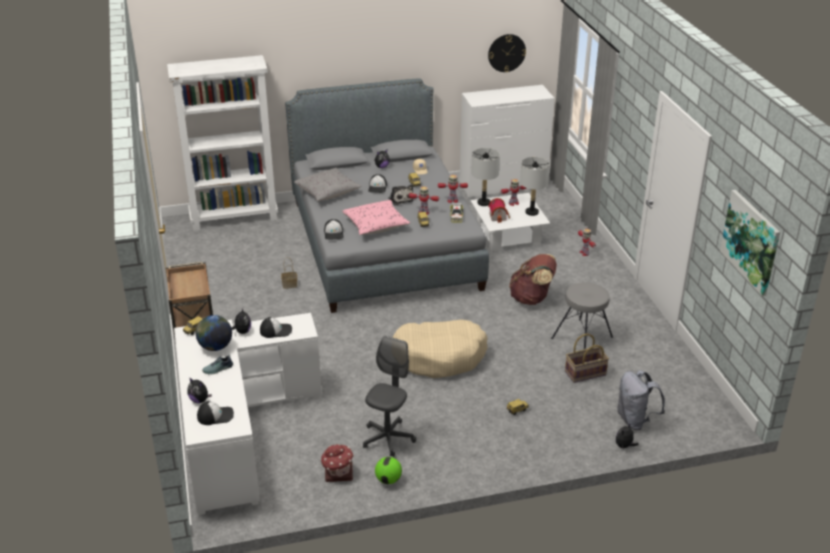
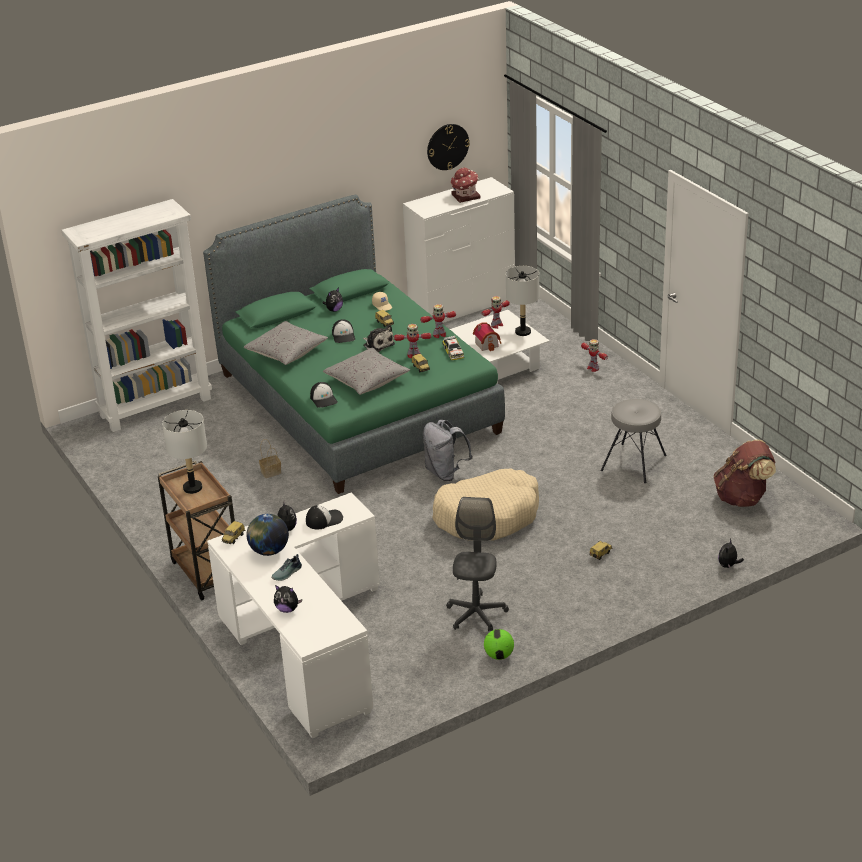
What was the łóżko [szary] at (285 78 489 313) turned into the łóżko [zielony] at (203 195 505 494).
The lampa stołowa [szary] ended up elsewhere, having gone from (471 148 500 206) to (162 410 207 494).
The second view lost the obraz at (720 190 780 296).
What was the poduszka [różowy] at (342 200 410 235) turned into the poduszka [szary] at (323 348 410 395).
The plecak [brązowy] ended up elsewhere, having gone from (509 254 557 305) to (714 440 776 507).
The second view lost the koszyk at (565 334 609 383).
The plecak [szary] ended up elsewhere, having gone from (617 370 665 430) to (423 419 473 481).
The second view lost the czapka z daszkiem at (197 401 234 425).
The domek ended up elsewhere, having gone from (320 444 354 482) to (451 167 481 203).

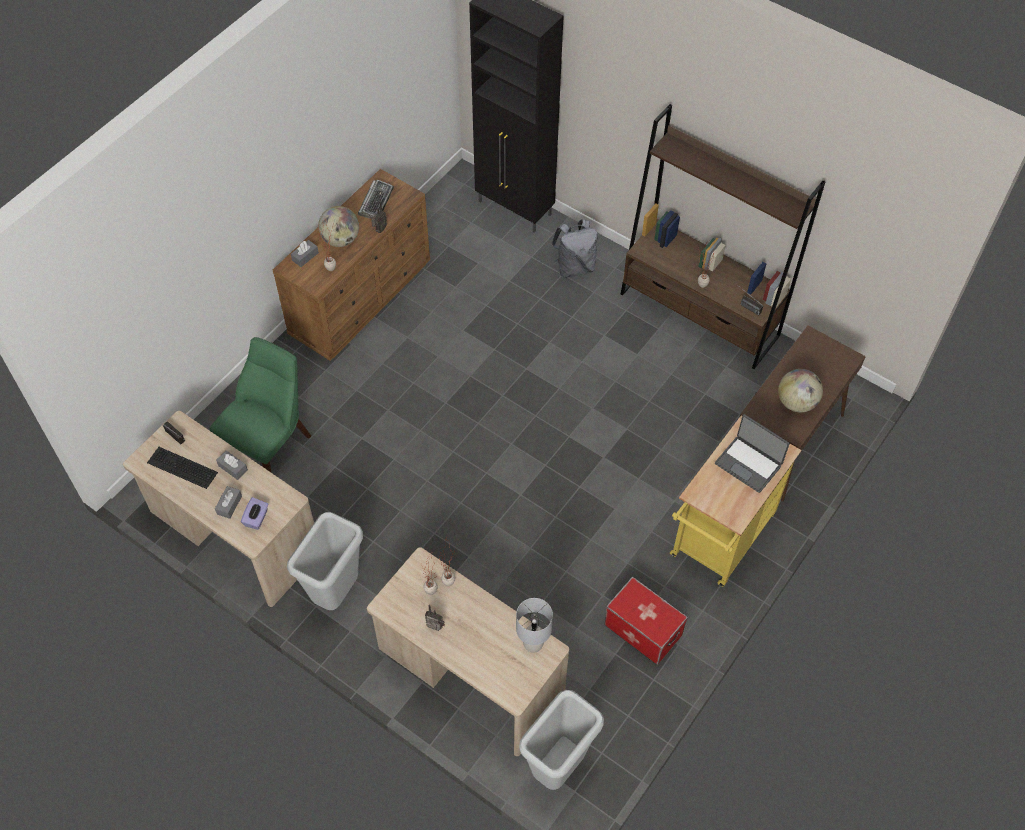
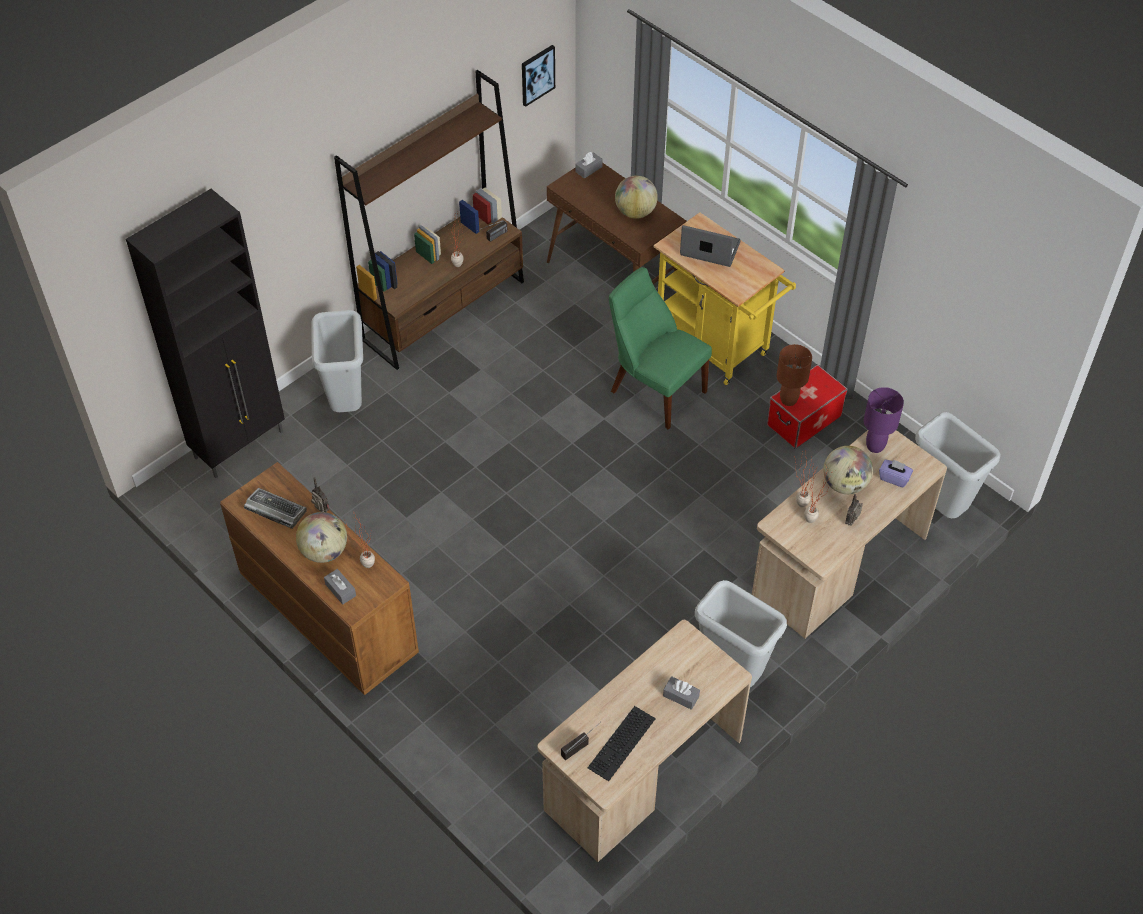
Where the plecak [szary] stood at (551 219 598 278), the kosz na śmieci [szary] came to stand at (311 310 363 412).
The krzesło [zielony] ended up elsewhere, having gone from (209 337 311 472) to (609 267 712 430).
The laptop at (715 414 790 493) ended up facing another way, 120 degrees counterclockwise from before.
The pudełko chusteczek [szary] ended up elsewhere, having gone from (216 450 248 480) to (575 152 603 179).
The pudełko chusteczek [fioletowy] ended up elsewhere, having gone from (241 497 268 530) to (879 459 913 487).
What was the lampa stołowa [szary] at (516 598 553 653) turned into the lampa stołowa [fioletowy] at (864 387 904 453).
The second view gained the obraz at (522 45 555 107).
The second view gained the lampa stołowa [brązowy] at (777 344 812 406).
The second view gained the globus at (823 446 873 494).

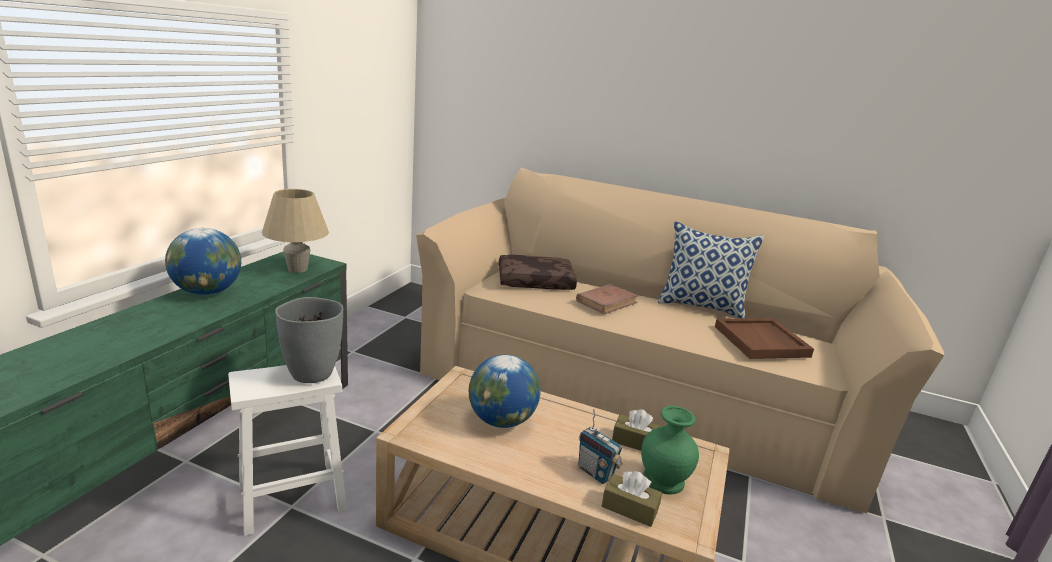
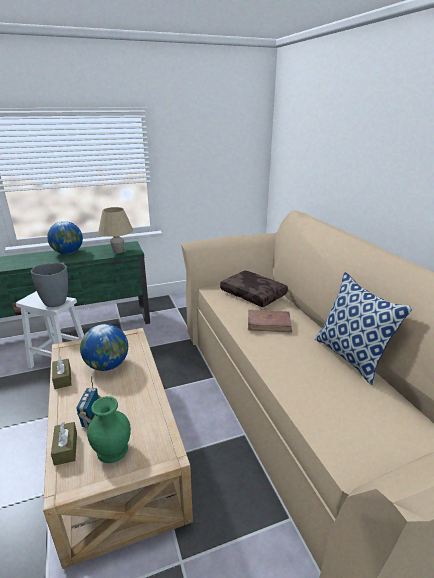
The second view lost the taca [brązowy] at (715 318 814 359).
The pudełko chusteczek [brązowy] ended up elsewhere, having gone from (612 409 662 451) to (52 357 71 389).

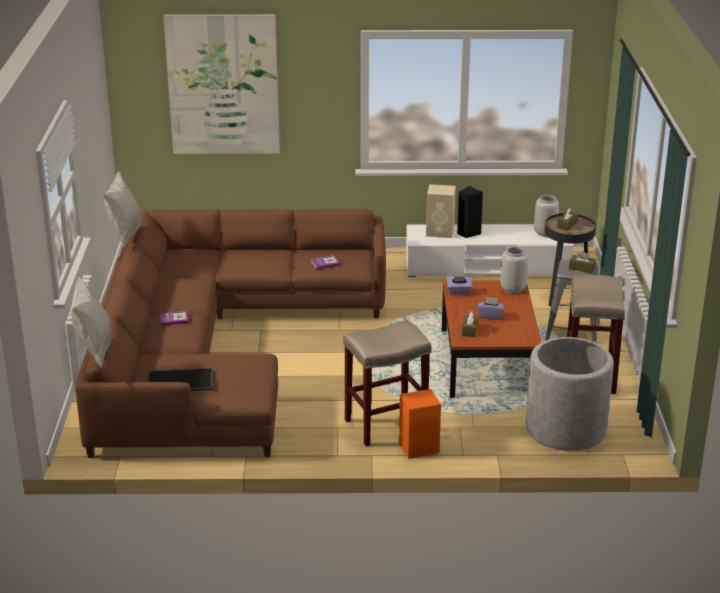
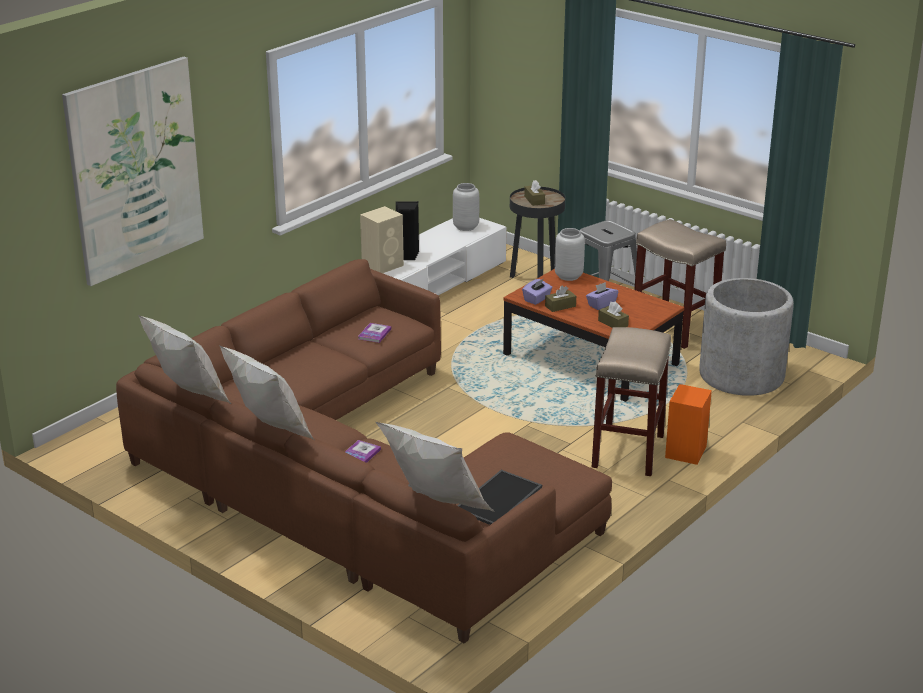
The pudełko chusteczek [brązowy] ended up elsewhere, having gone from (569 251 596 274) to (545 286 576 312).
The second view gained the poduszka [biały] at (219 345 314 440).

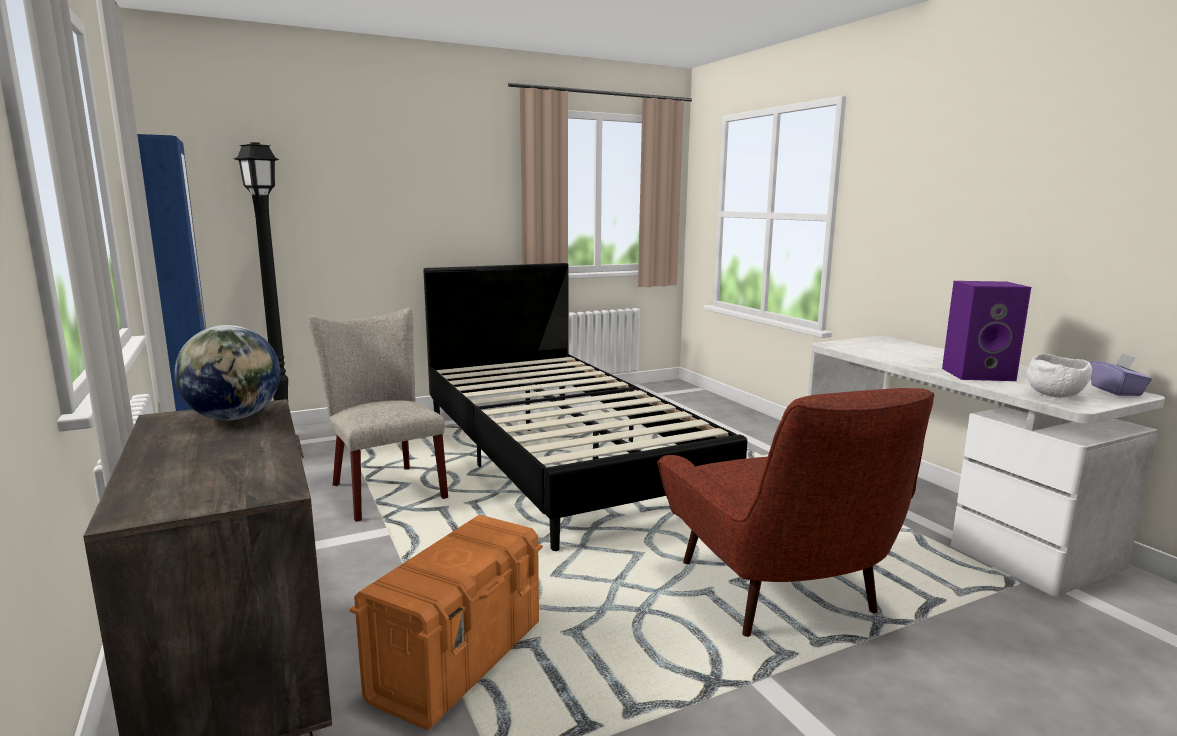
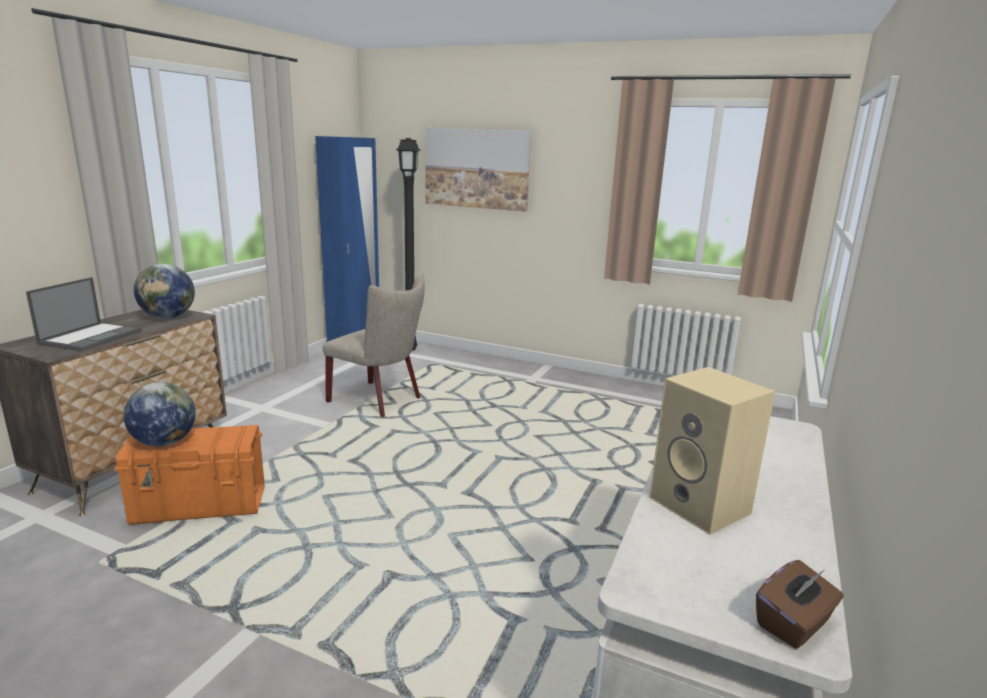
The second view lost the łóżko [czarny] at (423 263 747 551).
What was the głośnik [fioletowy] at (942 281 1031 381) turned into the głośnik [beżowy] at (649 367 775 535).
The krzesło [beżowy] at (308 308 448 522) ended up facing another way, 105 degrees clockwise from before.
What was the pudełko chusteczek [fioletowy] at (1090 353 1152 396) turned into the pudełko chusteczek [brązowy] at (756 560 844 649).
The second view lost the miska [biały] at (1027 354 1092 398).
The second view lost the fotel [czerwony] at (657 388 934 637).
The second view gained the obraz at (425 128 531 212).
The second view gained the laptop at (26 277 142 351).
The second view gained the globus at (124 382 196 447).

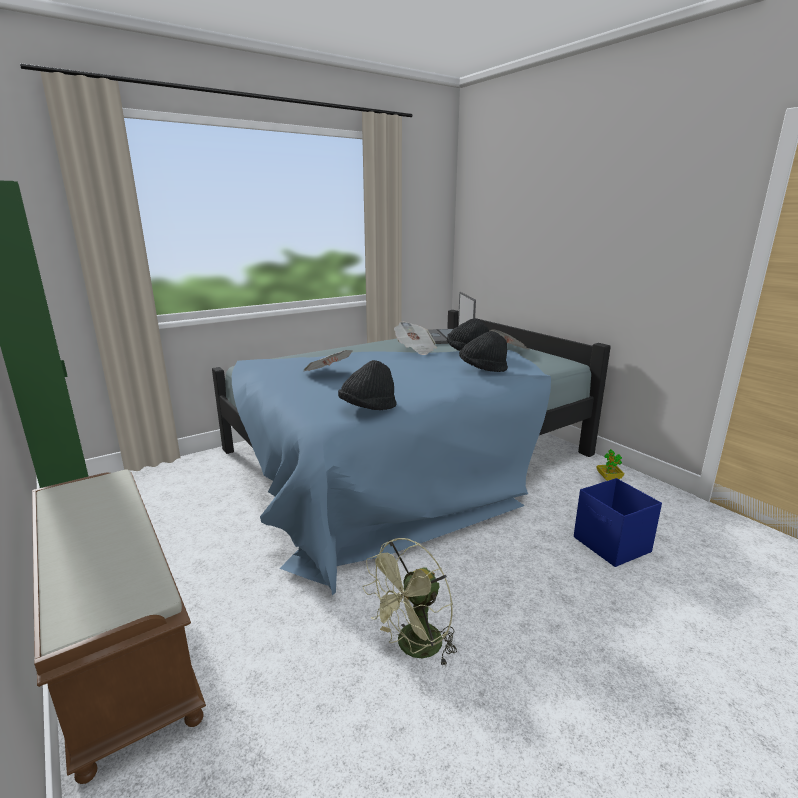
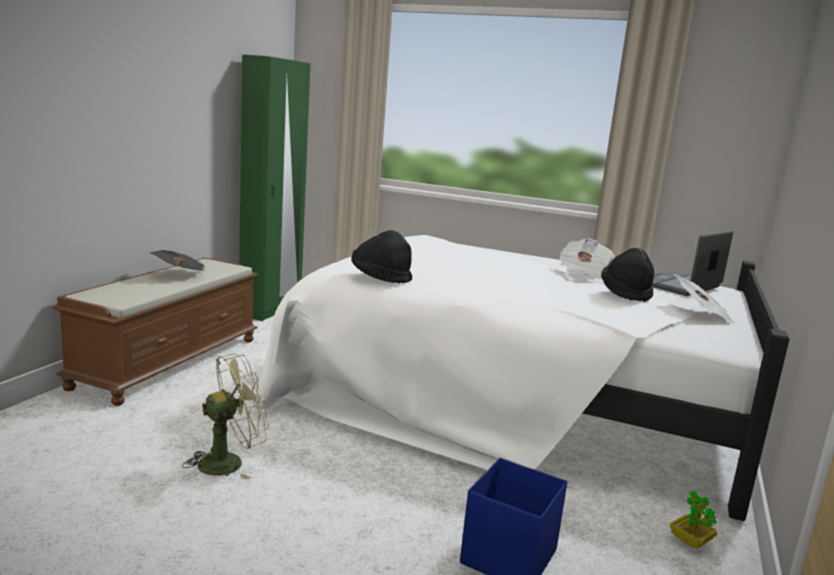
What was the łóżko [niebieski] at (212 310 611 596) turned into the łóżko [biały] at (255 235 790 521).
The second view lost the kapelusz [czarny] at (459 331 508 372).
The gazeta ended up elsewhere, having gone from (304 350 353 371) to (150 250 205 271).
The wentylator [zielony] at (363 538 457 666) ended up facing another way, 135 degrees clockwise from before.

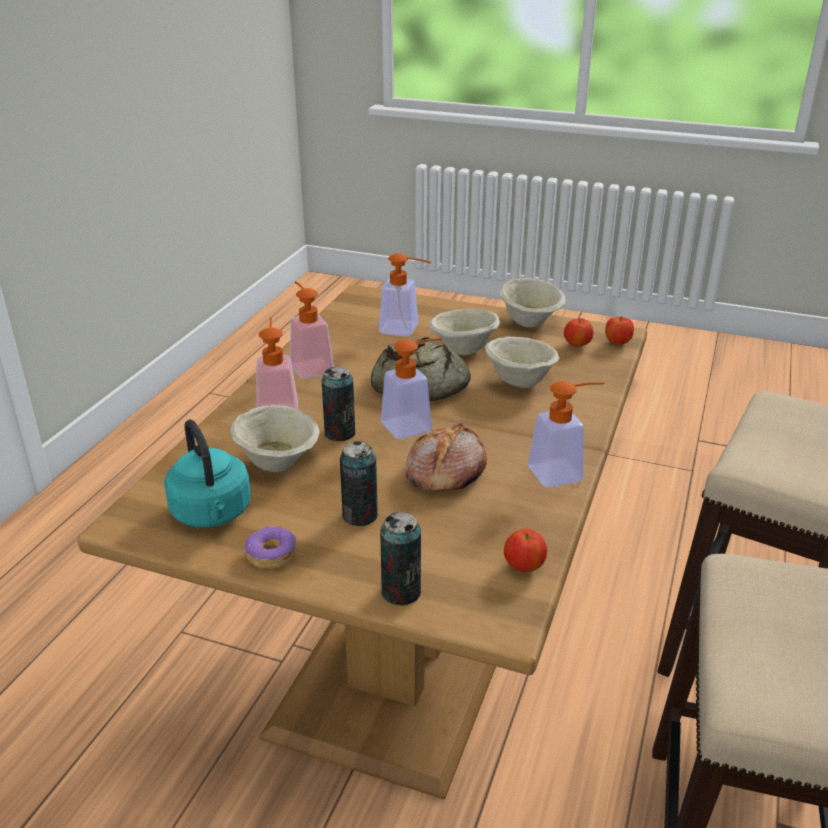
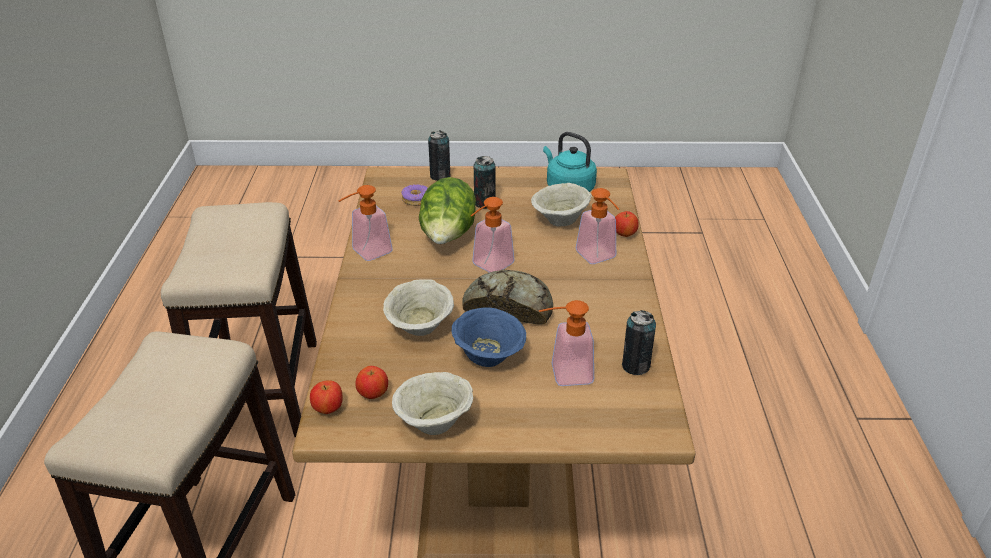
The second view lost the dozownik mydła at (290 281 334 379).
What was the miska [beżowy] at (429 308 500 355) turned into the miska [niebieski] at (451 307 526 367).
The puszka ended up elsewhere, having gone from (322 366 355 441) to (622 310 656 375).
Where the chleb stood at (405 423 487 491), the sałata came to stand at (419 177 476 244).
The donut ended up elsewhere, having gone from (245 526 296 569) to (401 184 428 206).
The jabłko ended up elsewhere, having gone from (504 528 547 572) to (615 211 639 237).

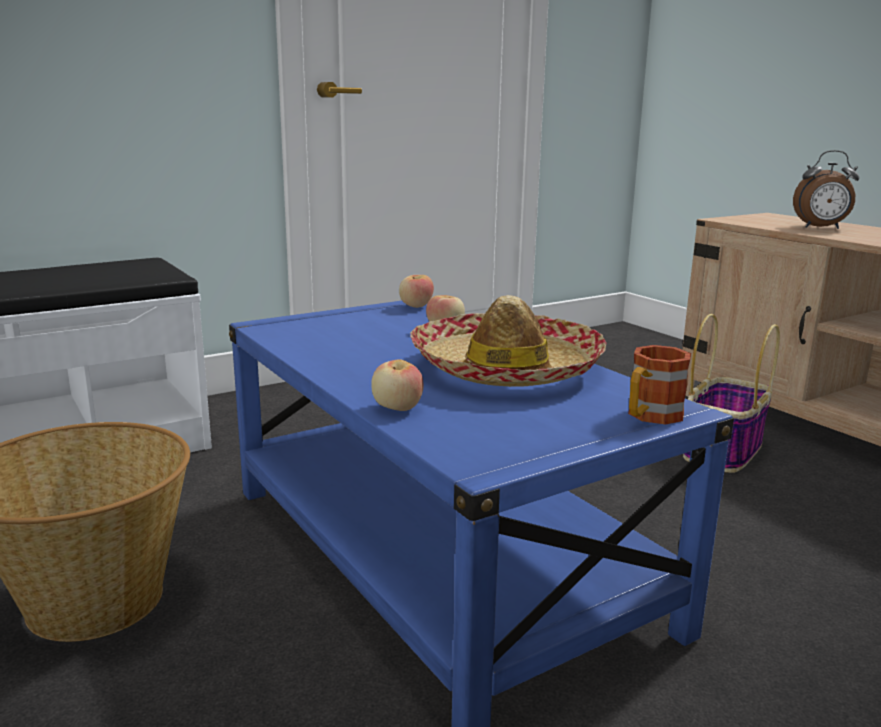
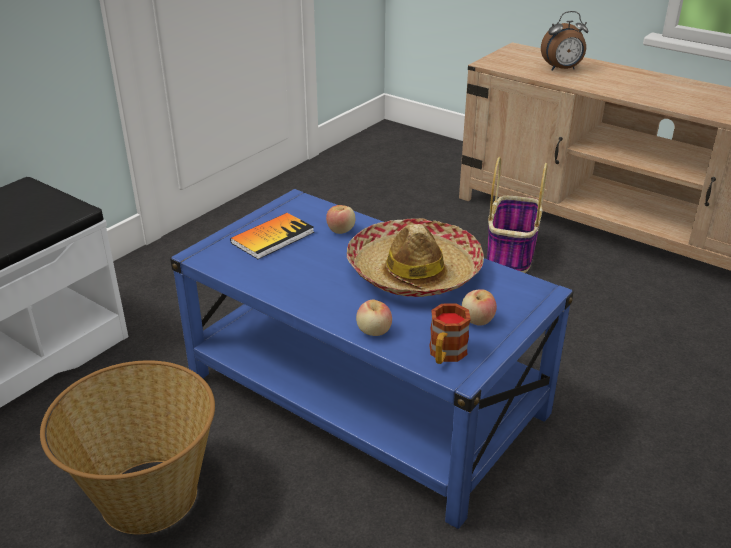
The jabłko ended up elsewhere, having gone from (399 275 434 308) to (462 289 497 326).
The kubek ended up elsewhere, having gone from (628 345 691 425) to (429 304 471 364).
The second view gained the książka at (230 213 314 259).

